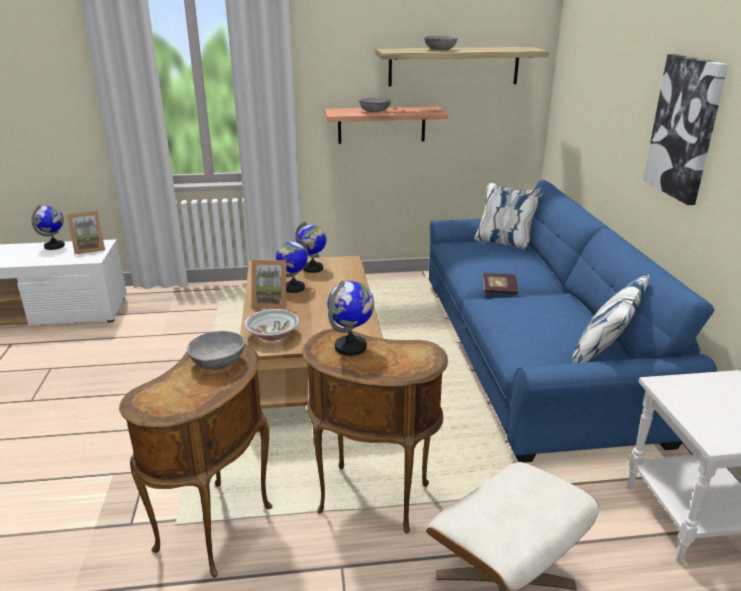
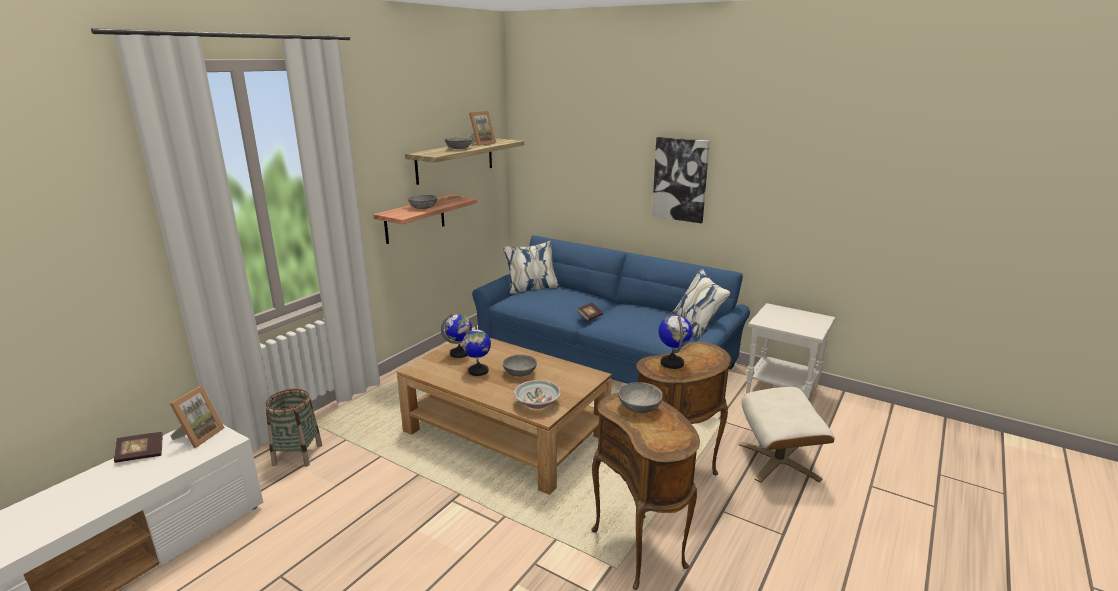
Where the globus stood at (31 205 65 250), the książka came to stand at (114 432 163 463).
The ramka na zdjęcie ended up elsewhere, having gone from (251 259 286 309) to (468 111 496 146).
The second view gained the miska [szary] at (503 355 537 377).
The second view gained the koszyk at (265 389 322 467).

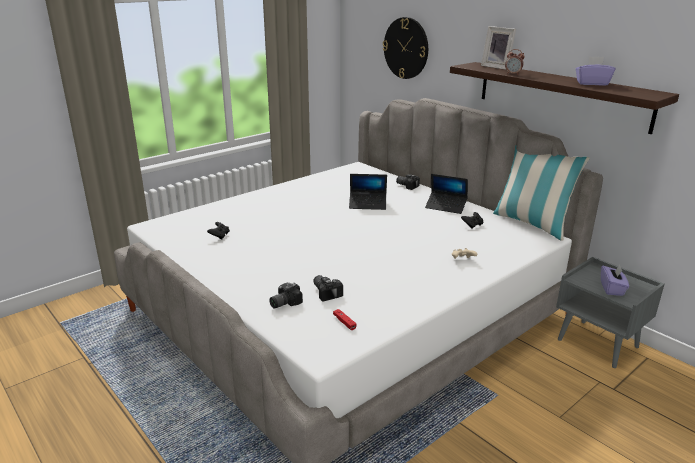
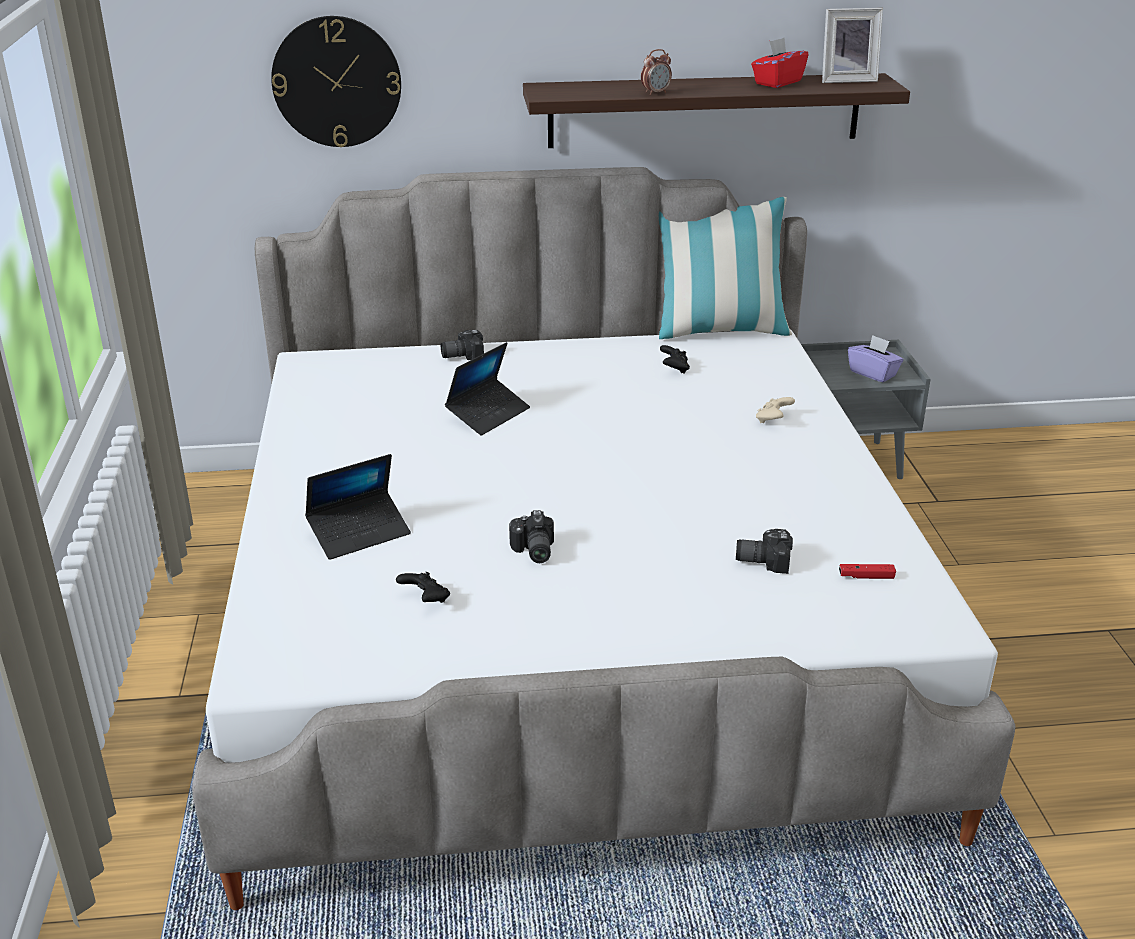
The ramka na zdjęcie ended up elsewhere, having gone from (481 26 516 70) to (822 8 883 83).
What was the pudełko chusteczek [fioletowy] at (576 56 615 86) turned into the pudełko chusteczek [czerwony] at (751 38 809 88).
The laptop ended up elsewhere, having gone from (425 174 468 214) to (305 454 411 560).
The aparat fotograficzny ended up elsewhere, having gone from (269 282 303 309) to (509 510 554 563).

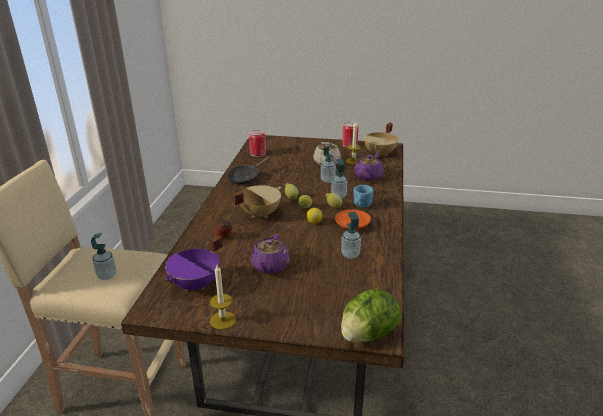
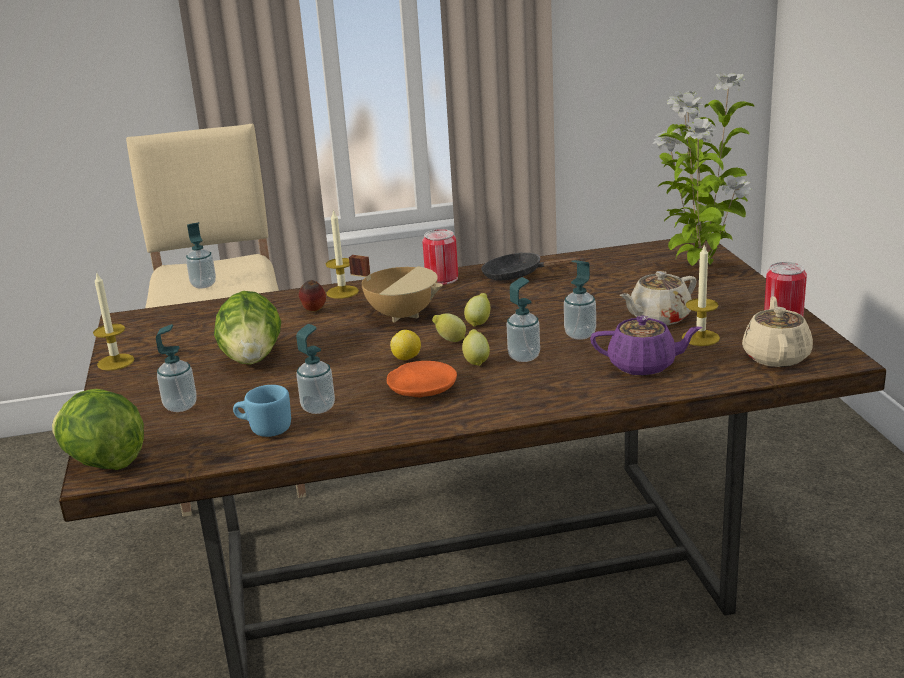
Where the garnek [beżowy] stood at (364 122 398 156), the imbryk [beżowy] came to stand at (742 296 813 367).
The puszka ended up elsewhere, having gone from (249 130 266 157) to (422 229 458 285).
The kubek [niebieski] ended up elsewhere, having gone from (354 185 373 208) to (233 385 291 437).
Where the imbryk [fioletowy] stood at (251 234 290 274), the sałata came to stand at (214 291 281 365).
The second view lost the garnek [fioletowy] at (164 235 223 291).
The second view gained the roślina doniczkowa at (652 73 755 266).
The second view gained the świeca at (326 210 359 299).
The second view gained the dozownik mydła at (156 324 197 412).

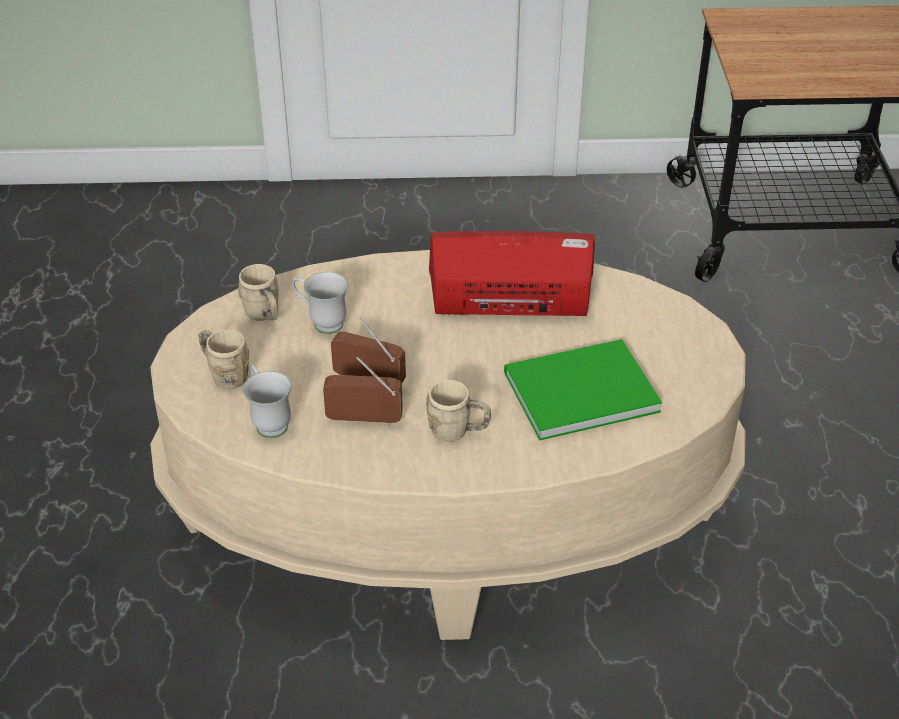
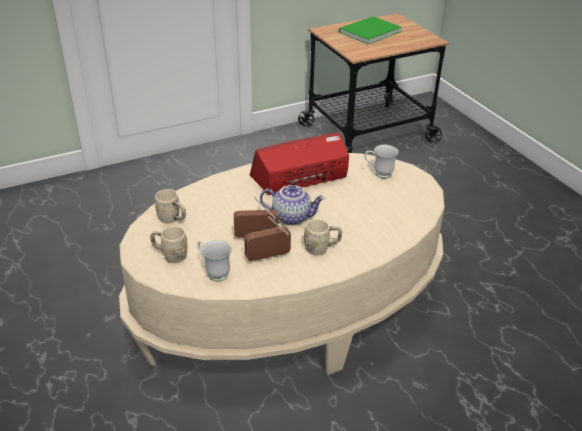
The kubek [biały] ended up elsewhere, having gone from (292 272 348 334) to (364 145 398 179).
The książka [zielony] ended up elsewhere, having gone from (504 339 662 441) to (339 16 402 44).
The second view gained the imbryk at (260 185 325 225).

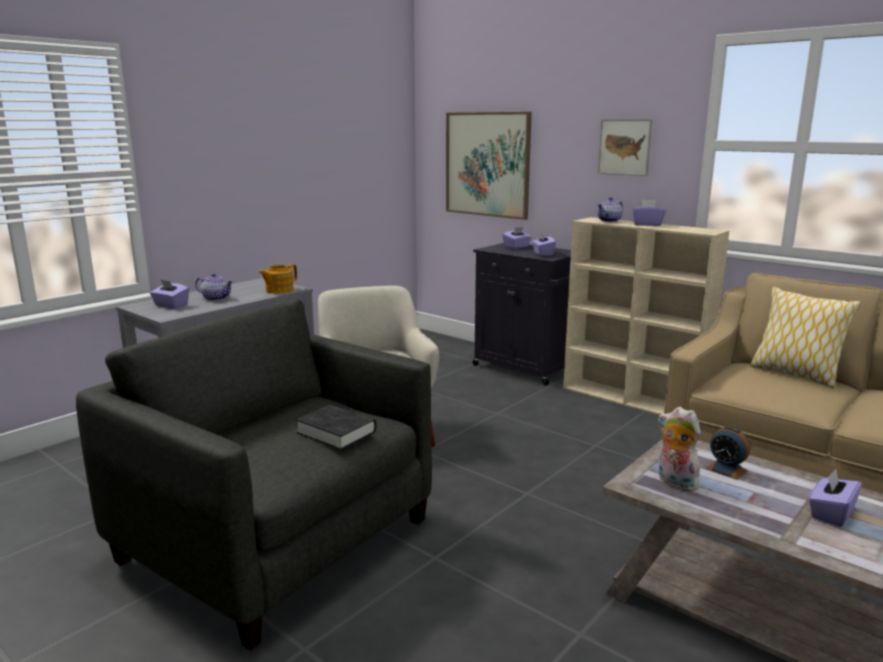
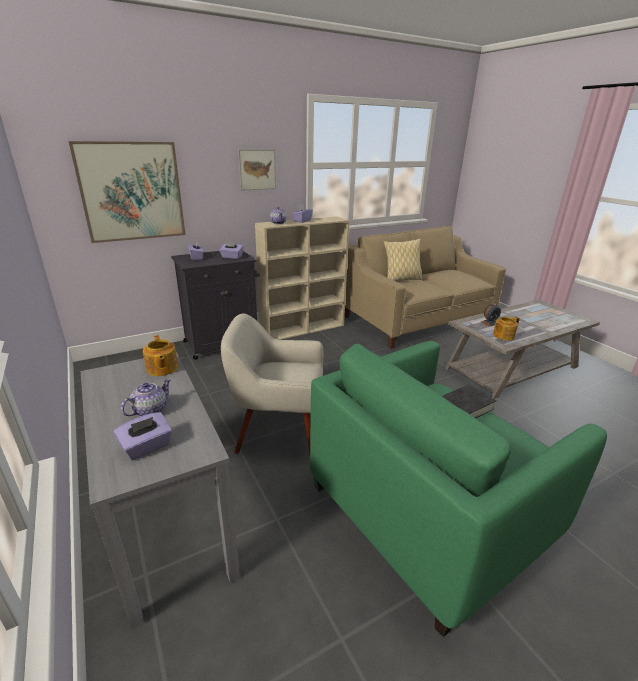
What was the fotel [szary] at (76 299 432 650) turned into the fotel [zielony] at (310 341 607 638).
Where the pluszak stood at (658 407 704 491), the imbryk came to stand at (493 317 520 341).
The second view lost the pudełko chusteczek [fioletowy] at (809 469 862 527).

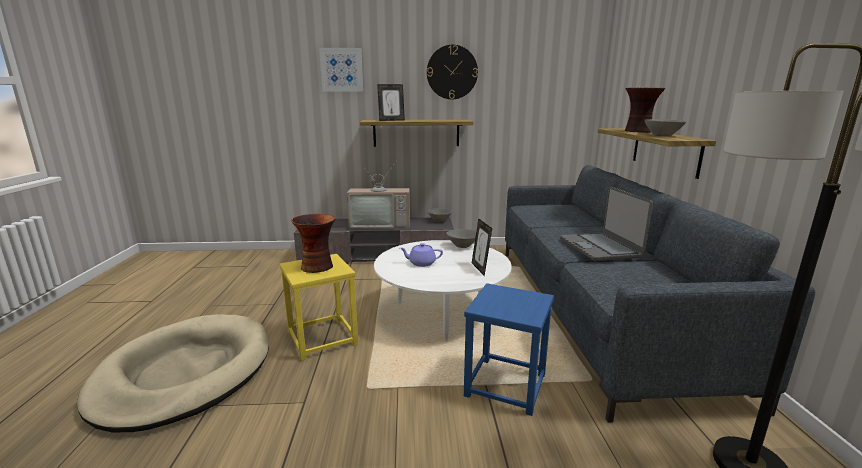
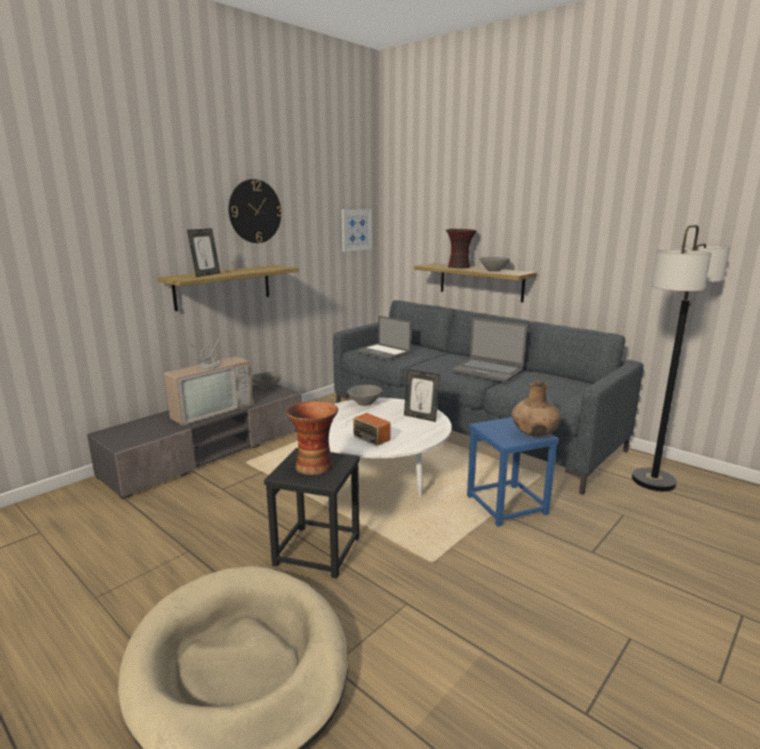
The obraz ended up elsewhere, having gone from (319 48 363 92) to (341 209 372 252).
Where the imbryk [fioletowy] stood at (400 243 443 267), the radio came to stand at (346 413 391 446).
What was the stołek [żółty] at (279 254 358 361) turned into the stołek [czarny] at (264 448 360 579).
The second view gained the laptop at (356 316 411 360).
The second view gained the wazon [brązowy] at (512 380 562 437).

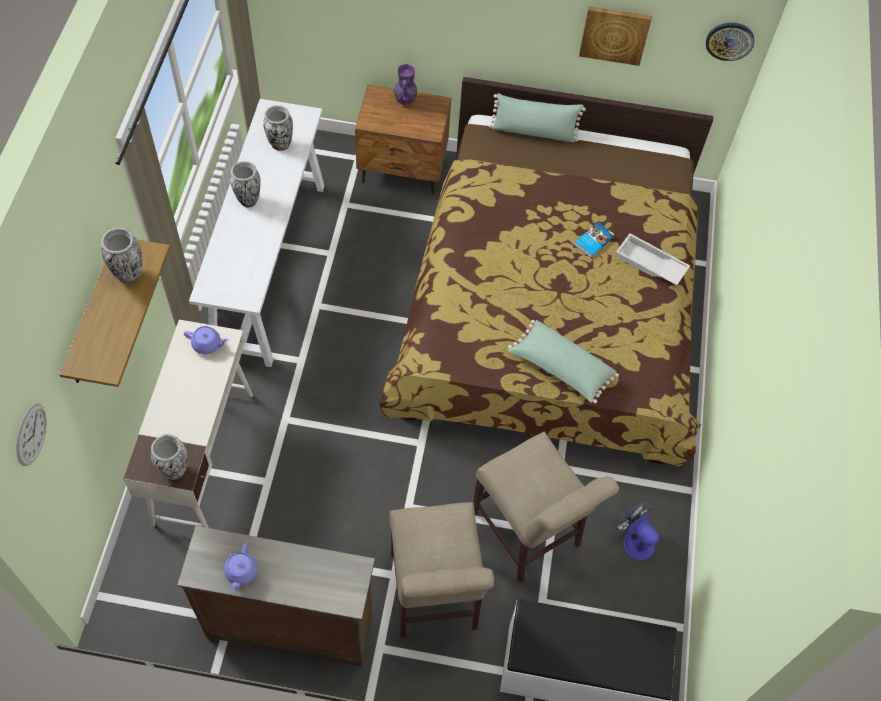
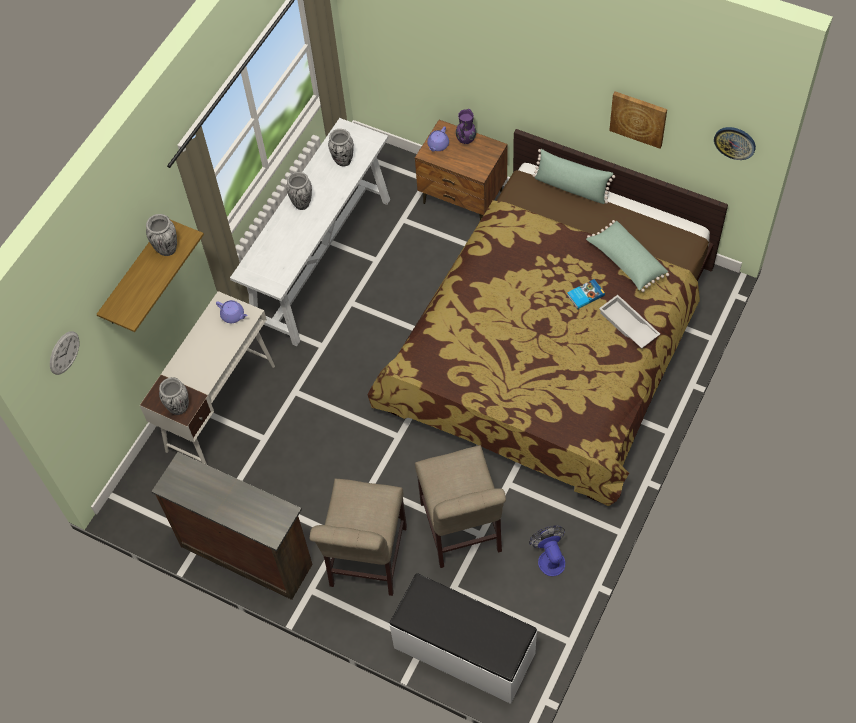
The poduszka [zielony] ended up elsewhere, having gone from (508 320 619 404) to (586 220 669 292).
The imbryk [fioletowy] ended up elsewhere, having gone from (224 542 258 592) to (427 126 449 152).

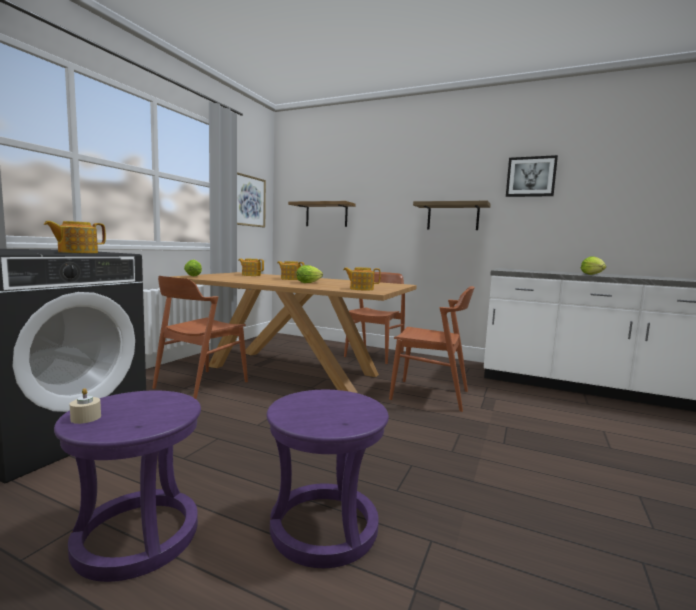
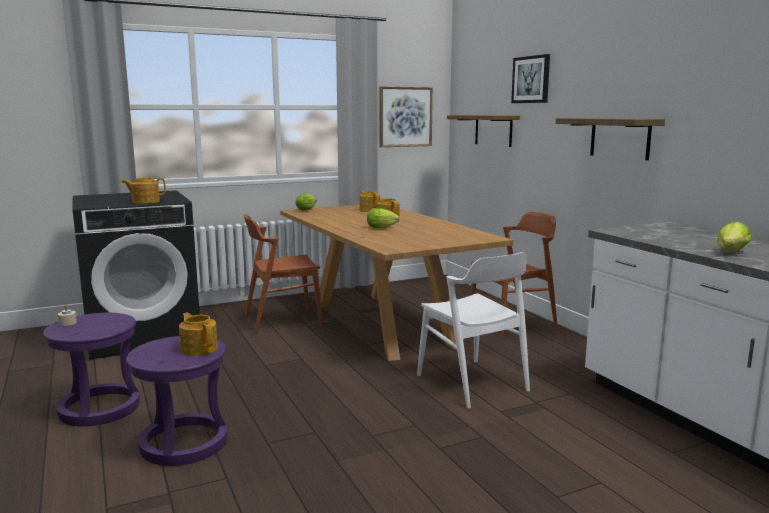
The obraz ended up elsewhere, having gone from (506 155 558 197) to (511 54 550 103).
The imbryk ended up elsewhere, having gone from (343 267 381 291) to (179 313 218 356).
What was the krzesło [brązowy] at (389 286 475 412) turned into the krzesło [biały] at (417 252 530 408).

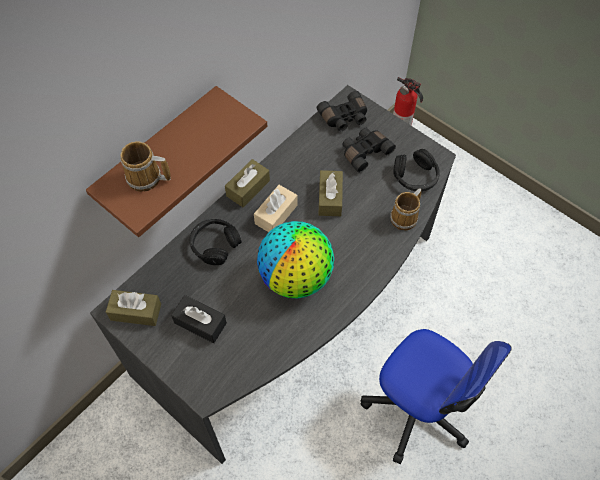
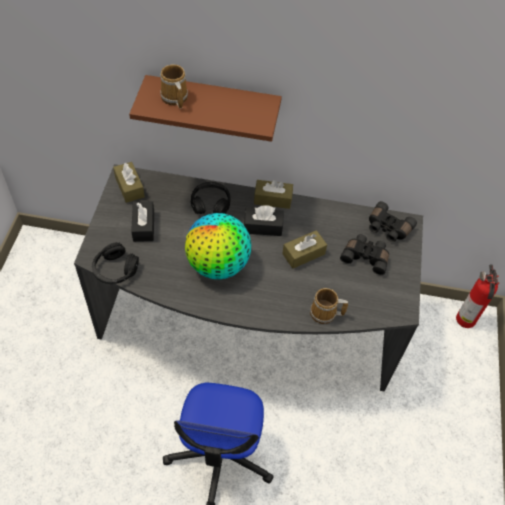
The słuchawki [czarny] ended up elsewhere, having gone from (393 149 440 191) to (92 242 139 284).
What was the pudełko chusteczek [beżowy] at (254 185 298 232) turned into the pudełko chusteczek [czarny] at (244 205 284 236).

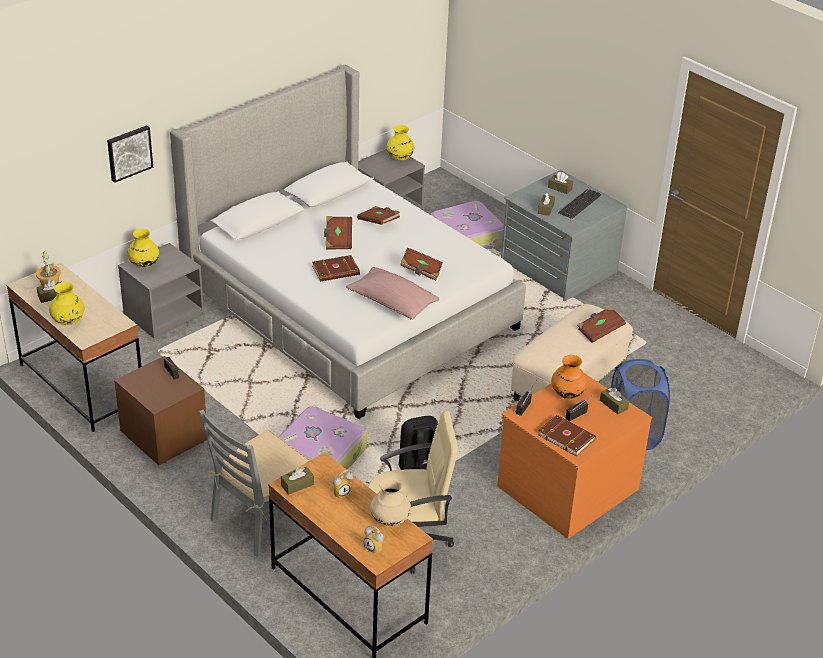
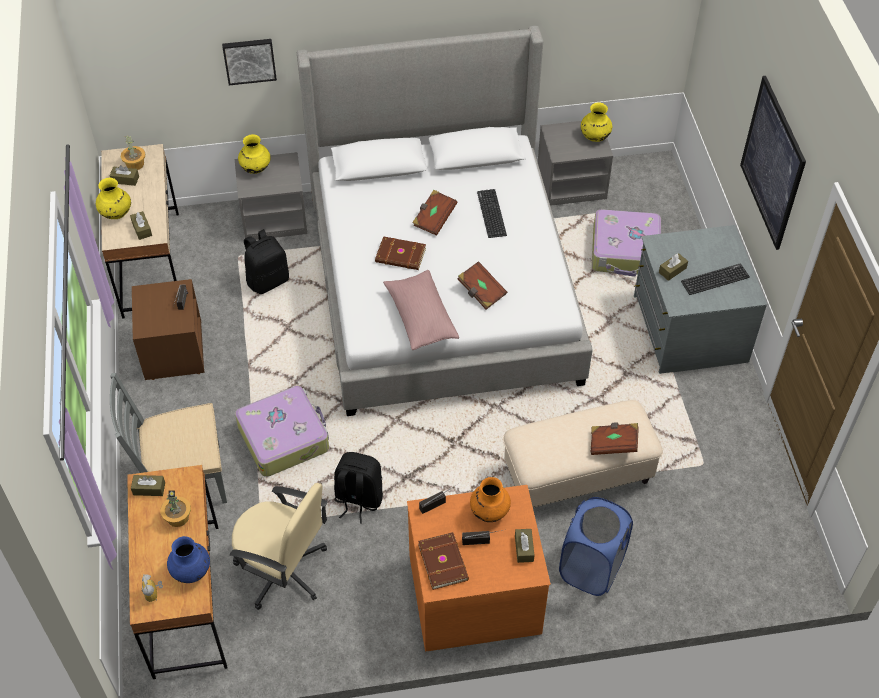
The pudełko chusteczek [brązowy] ended up elsewhere, having gone from (548 172 573 194) to (130 211 152 240).
Where the książka [brązowy] stood at (357 206 400 225), the klawiatura came to stand at (477 189 507 238).
Where the budzik stood at (333 469 353 498), the roślina doniczkowa came to stand at (160 490 191 527).
What was the wazon [beżowy] at (370 478 411 526) turned into the wazon [niebieski] at (167 536 210 583).
The second view gained the obraz at (740 76 806 250).
The second view gained the plecak [czarny] at (244 229 289 294).

